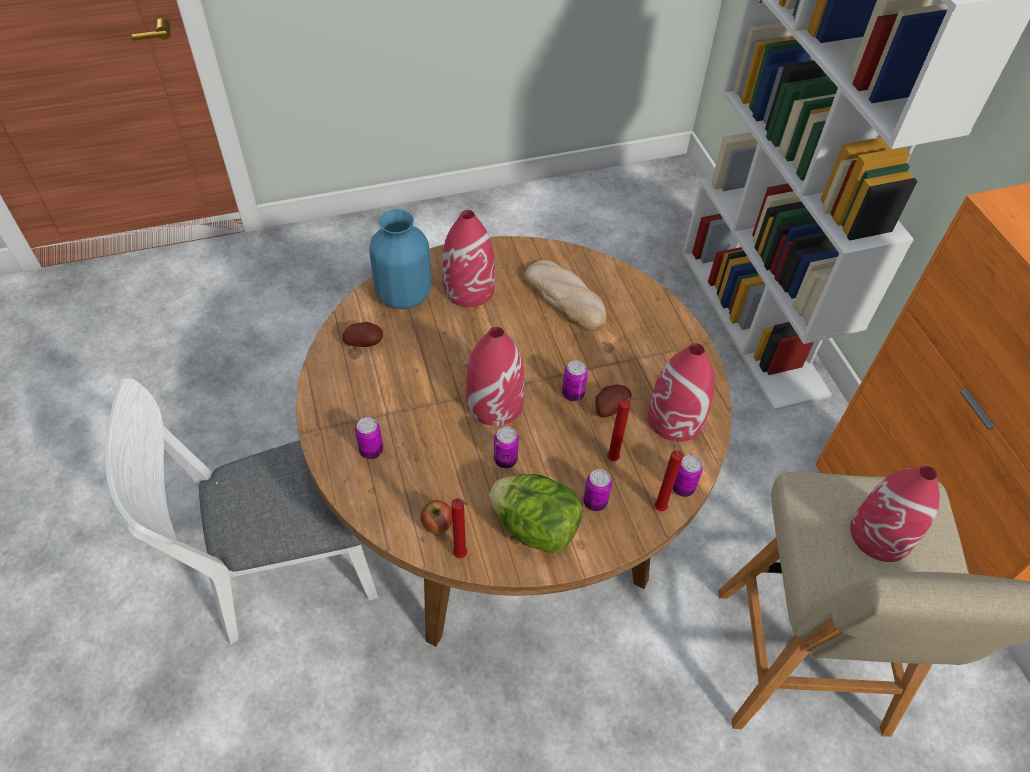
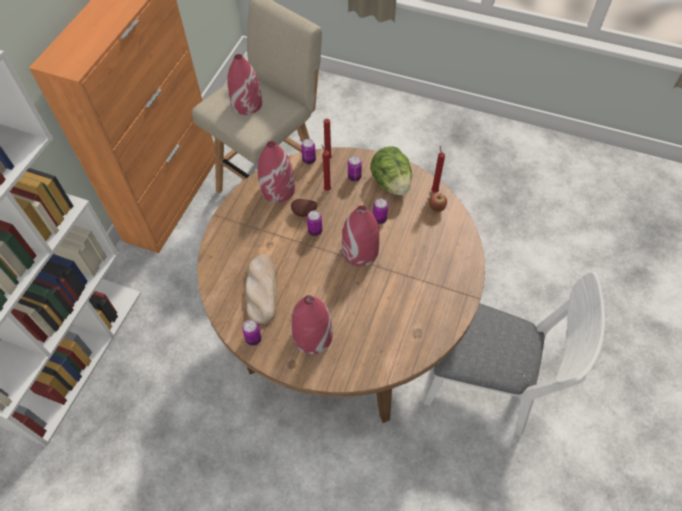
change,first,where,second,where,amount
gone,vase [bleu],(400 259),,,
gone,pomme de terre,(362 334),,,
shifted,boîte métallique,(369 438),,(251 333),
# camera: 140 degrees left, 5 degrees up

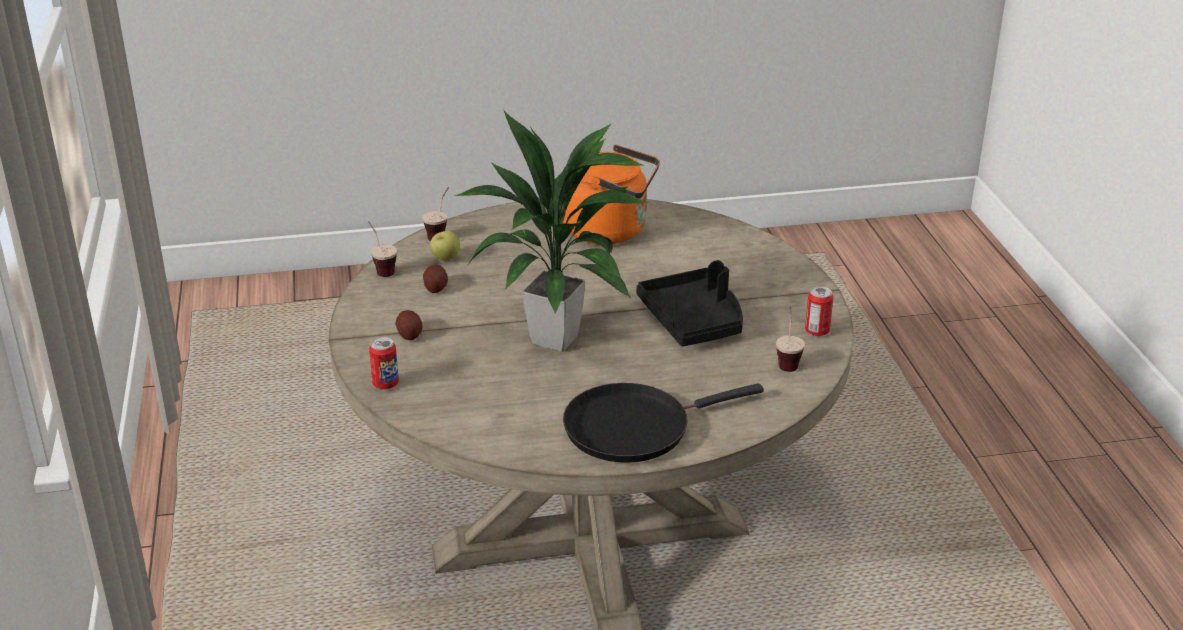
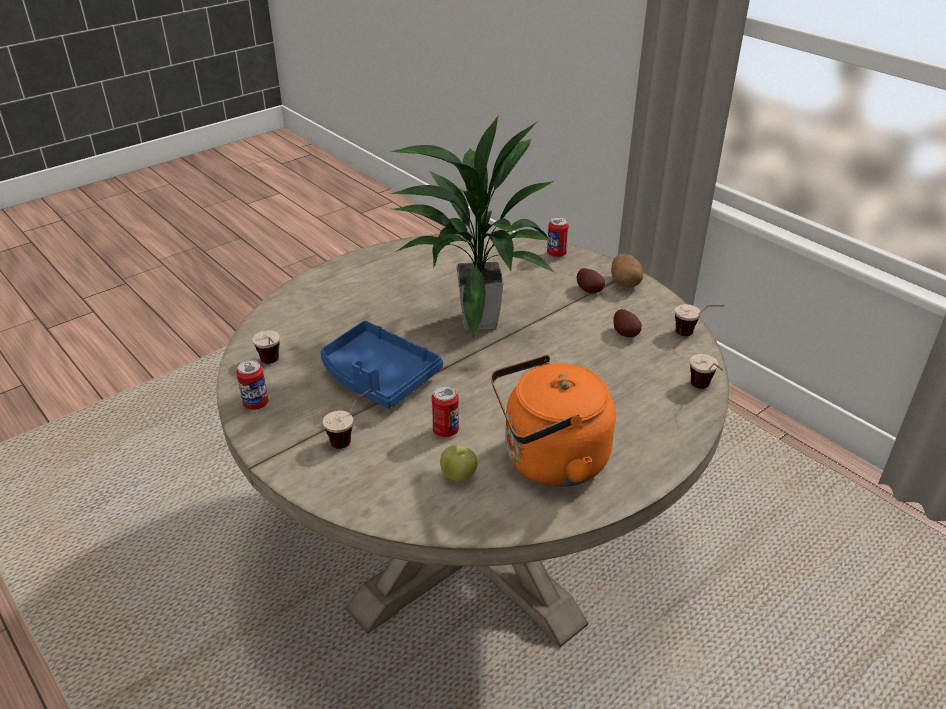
change,first,where,second,where,amount
shifted,pomme,(445 246),,(459 463),
repainted,plateau [noir],(689 303),plateau [bleu],(381 365),
gone,poêle [noir],(663 423),,,
new,,,pomme de terre,(627 271),
new,,,boîte métallique,(445 411),
new,,,tasse,(347 419),
# camera: 150 degrees right, 5 degrees up

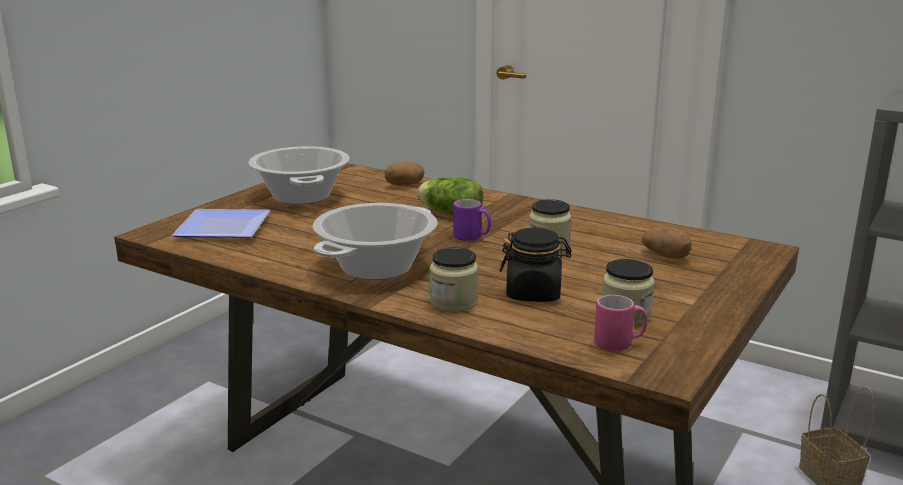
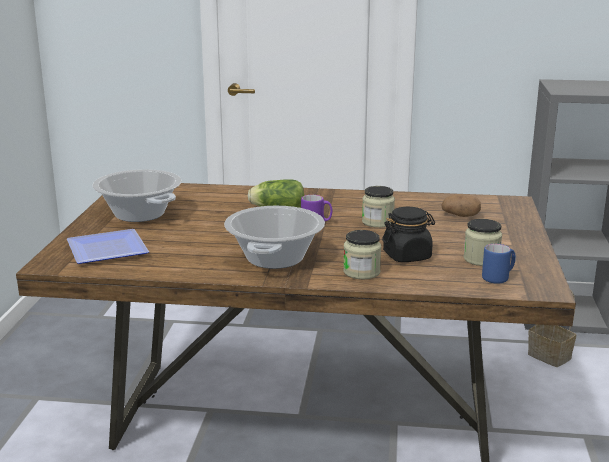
change,first,where,second,where,amount
gone,pomme de terre,(405 174),,,
repainted,mug [rose],(620 323),mug [bleu],(499 264),
# camera: 25 degrees left, 0 degrees up

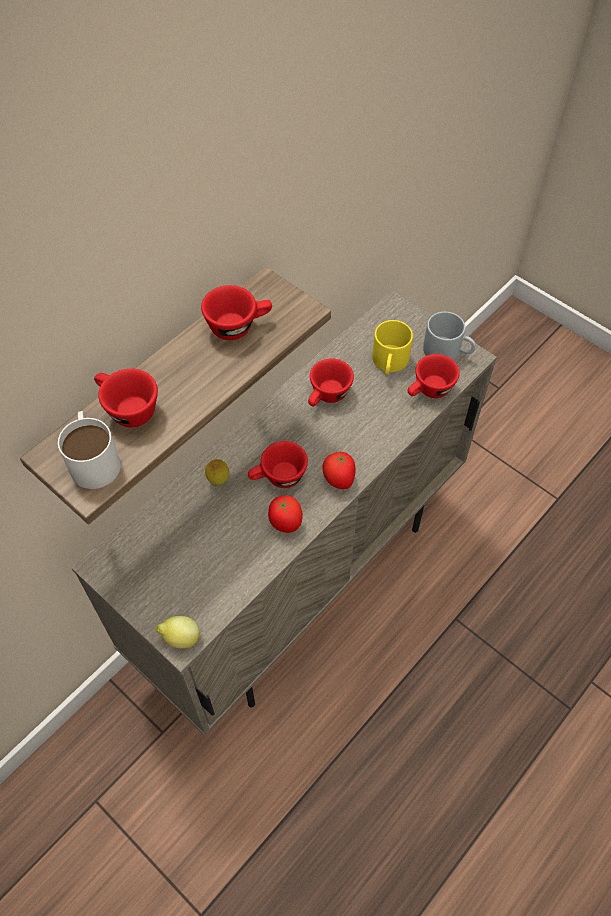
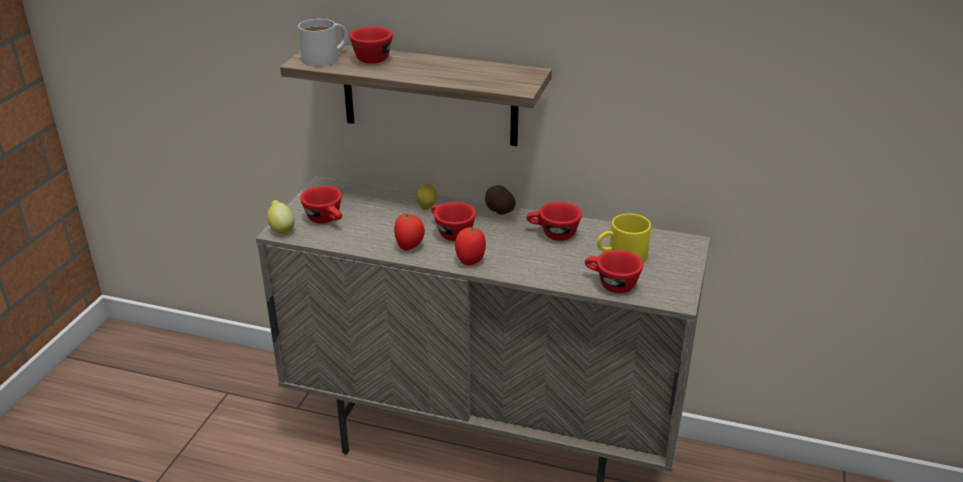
change,first,where,second,where,amount
shifted,tasse [rouge],(236 312),,(321 204),
gone,mug [gris],(449 336),,,
new,,,pomme de terre,(500 200),
# camera: 65 degrees right, 25 degrees down

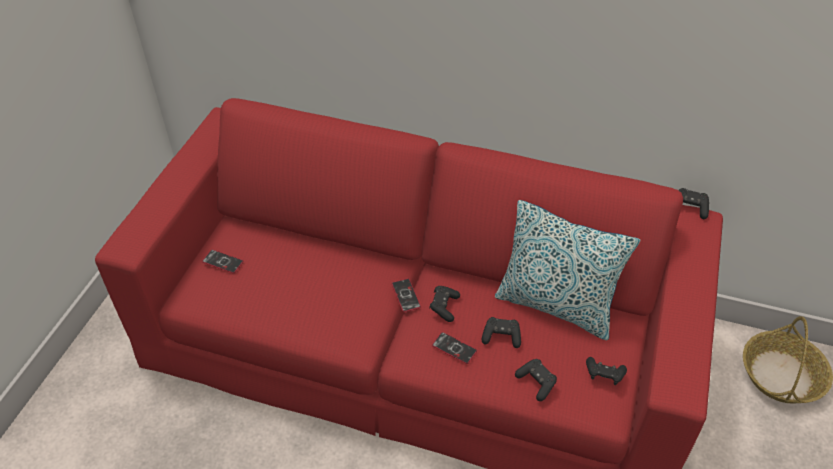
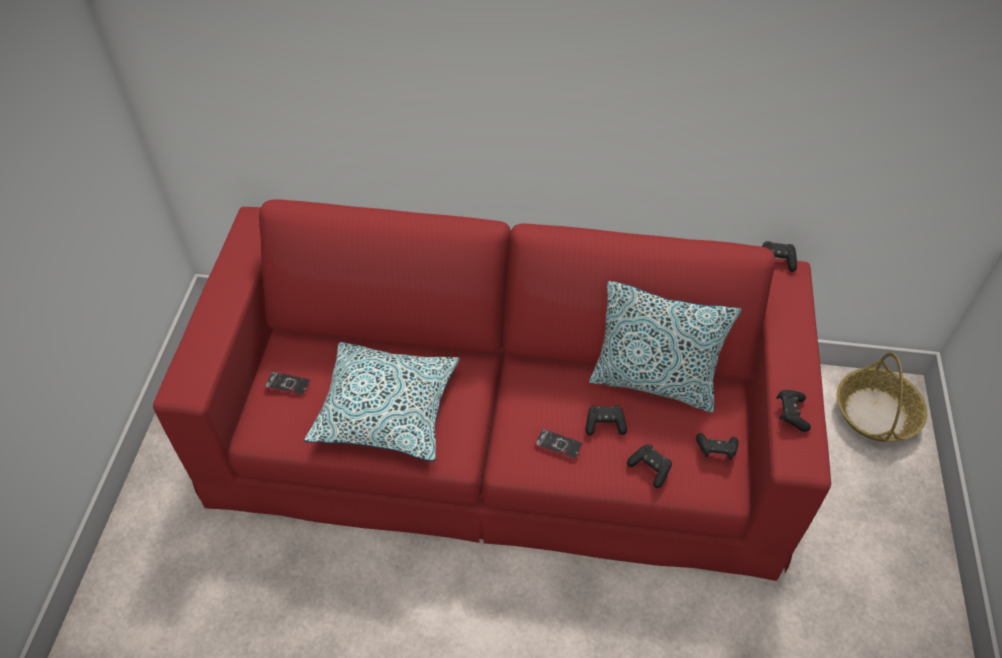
change,first,where,second,where,amount
gone,téléphone,(406 295),,,
shifted,manette [noir],(444 304),,(793 411),
new,,,coussin,(382 401),
# camera: 10 degrees left, 5 degrees up

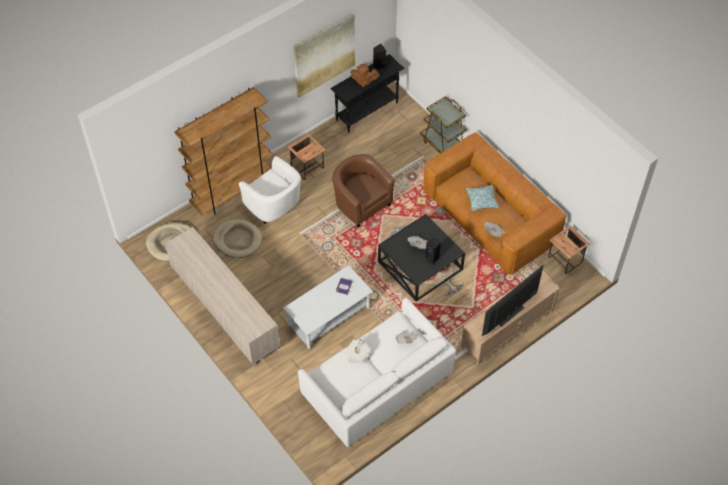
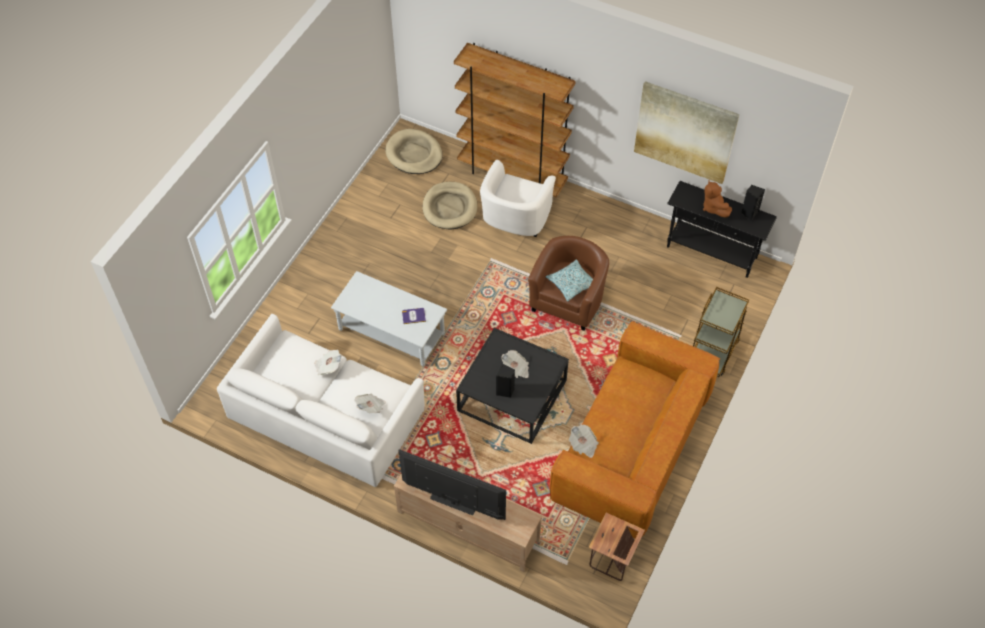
change,first,where,second,where,amount
gone,table d'appoint,(306 157),,,
shifted,coussin,(482 198),,(569 280),
gone,meuble de rangement [beige],(222 297),,,
# camera: 65 degrees right, 0 degrees up

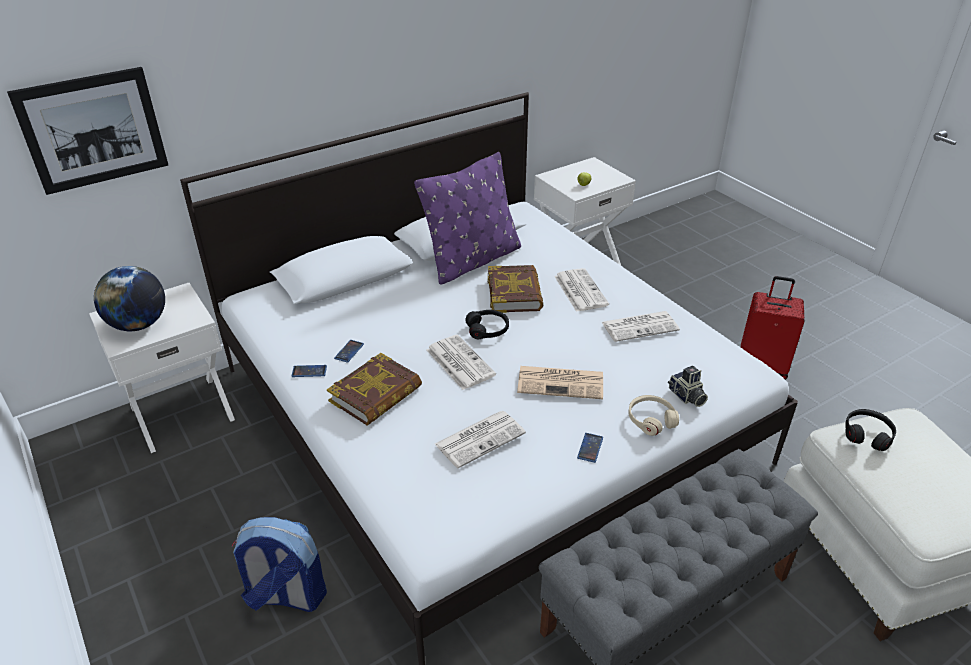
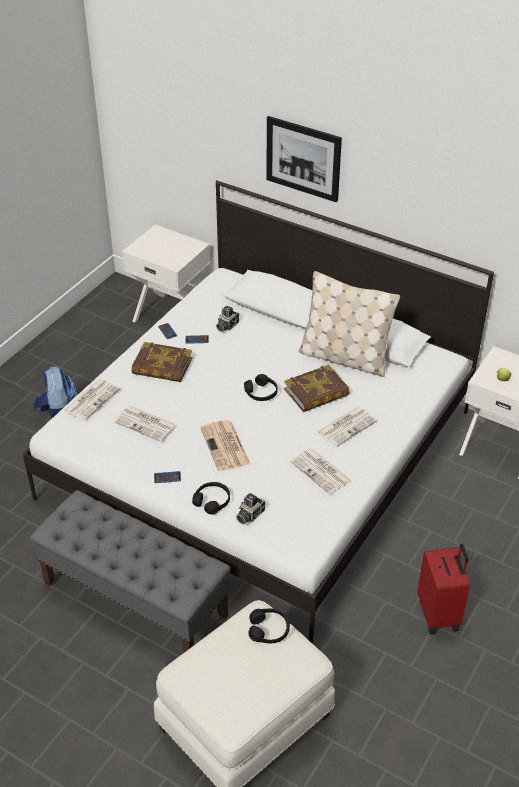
change,first,where,second,where,amount
shifted,tableau,(87 131),,(304 159),
repainted,coussin [violet],(467 218),coussin [beige],(349 324),
gone,globe,(129 298),,,
shifted,journal,(461 362),,(92 400),
repainted,casque audio [beige],(654 415),casque audio [noir],(211 498),
new,,,appareil photo,(227 319),
# camera: 65 degrees right, 5 degrees up

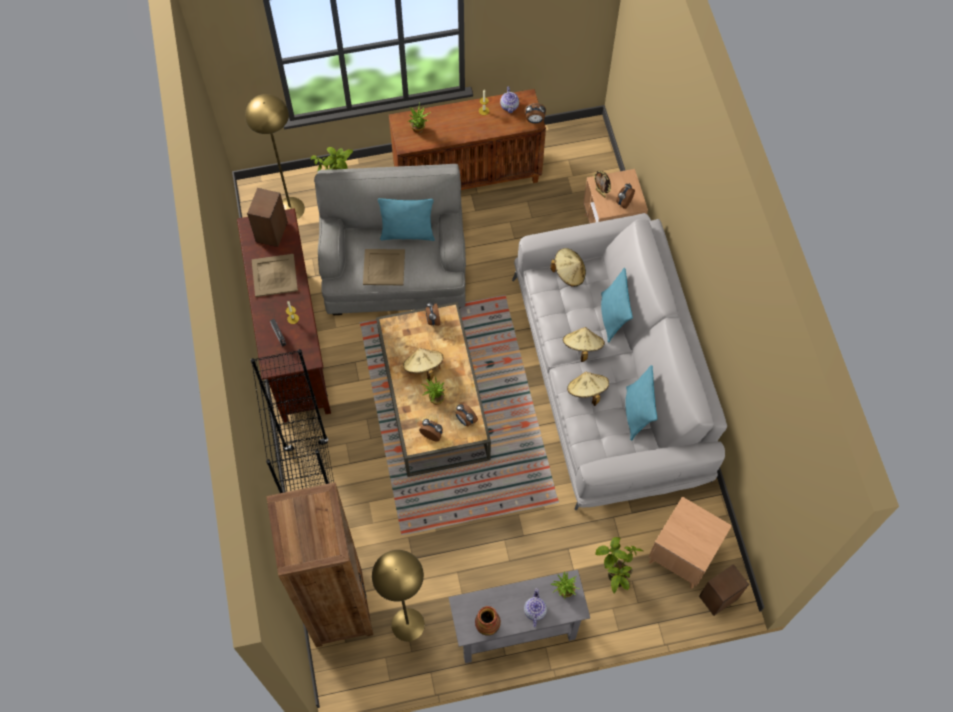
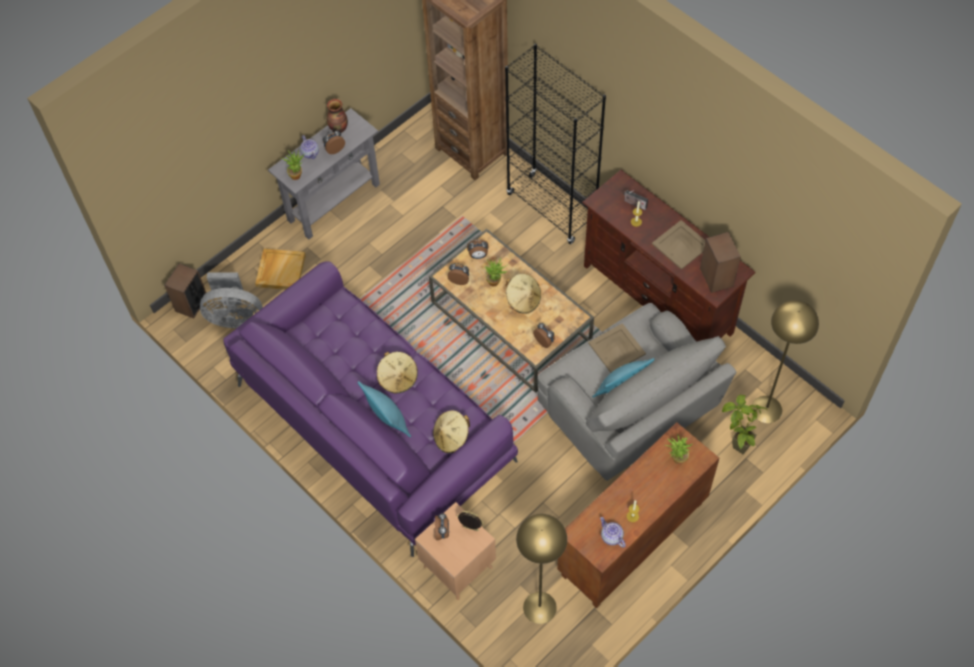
change,first,where,second,where,amount
shifted,réveil,(535 113),,(334 142),
repainted,canapé [gris],(619 362),canapé [violet],(370 409),
gone,coussin [turquoise],(641 402),,,
gone,chapeau [beige],(588 389),,,
swapped,table d'appoint [marron],(690 543),ventilateur [gris],(231 300),
swapped,plante en pot,(619 565),plateau [beige],(280 269),
shifted,lampadaire [jaune],(398 595),,(541 569),
# camera: 150 degrees right, 5 degrees down

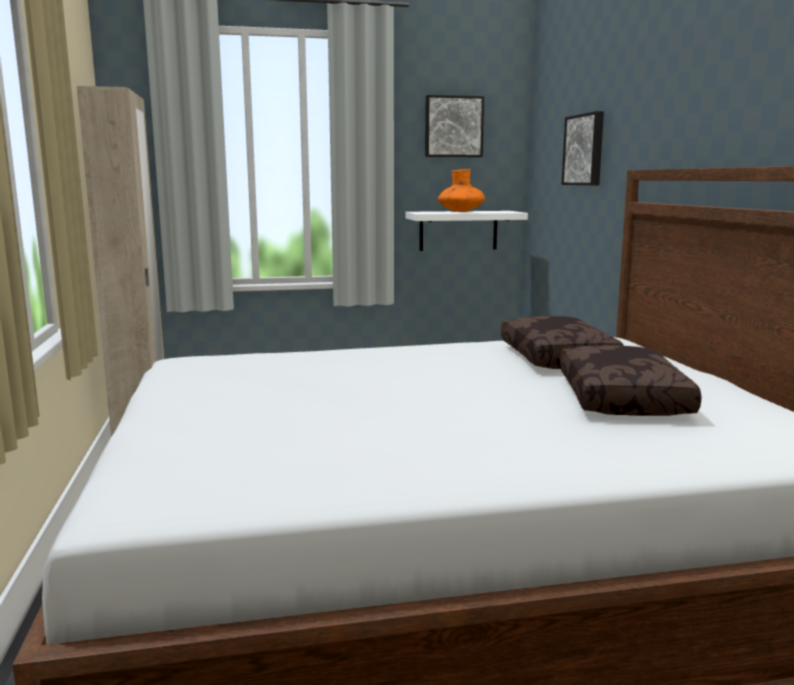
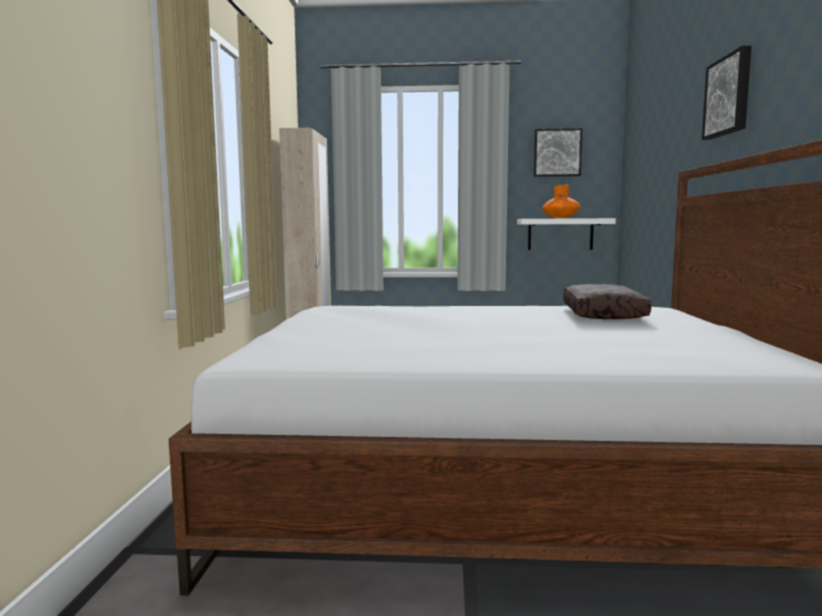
change,first,where,second,where,amount
shifted,tableau,(582 148),,(727 93),
gone,coussin [marron],(631 380),,,
# camera: 15 degrees right, 5 degrees down

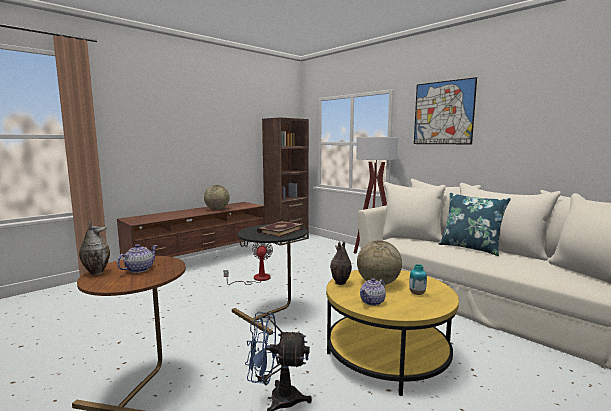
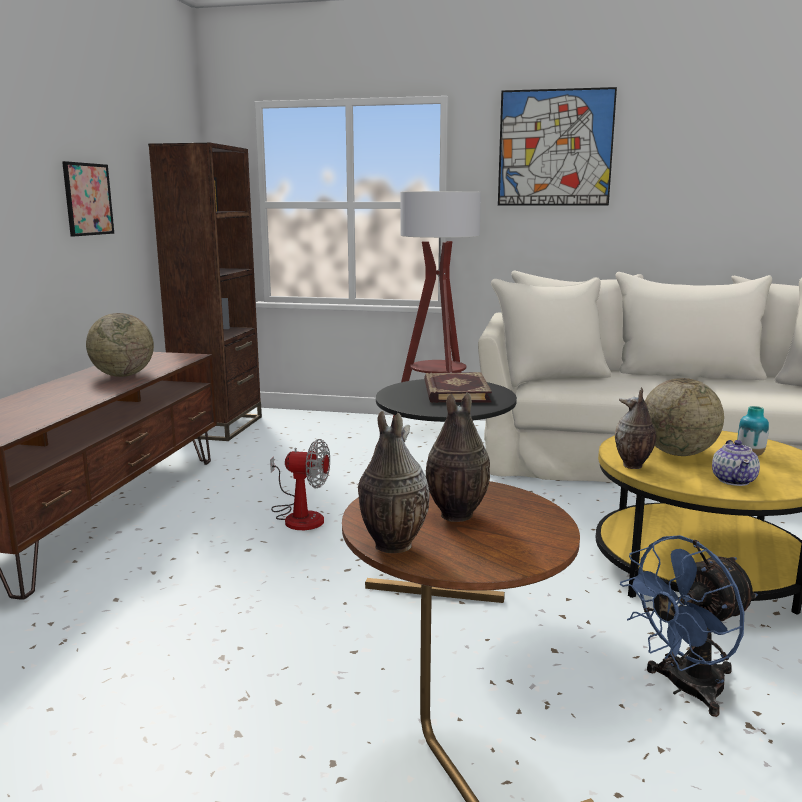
change,first,where,second,where,amount
gone,coussin [bleu],(475 224),,,
rotated,ventilateur,(248 264),,(300 484),135 degrees clockwise
swapped,théière,(137 258),vase,(458 457),
new,,,tableau,(88 198),
# camera: 35 degrees left, 5 degrees up

